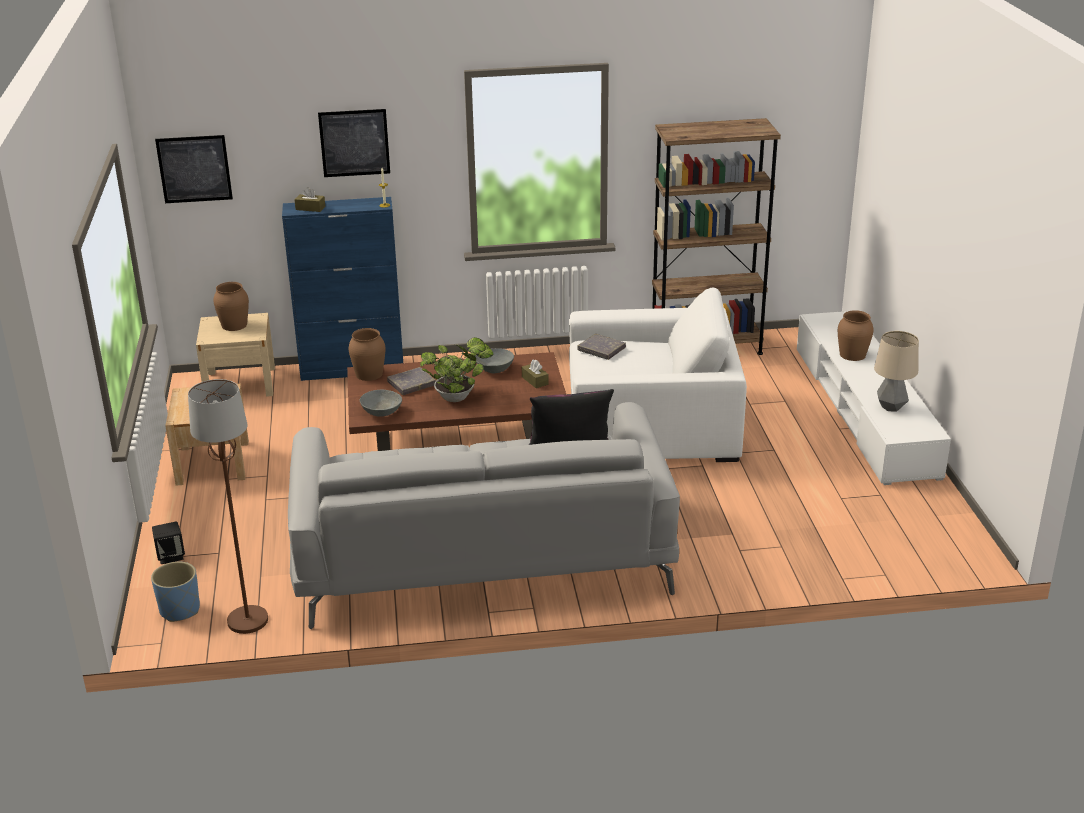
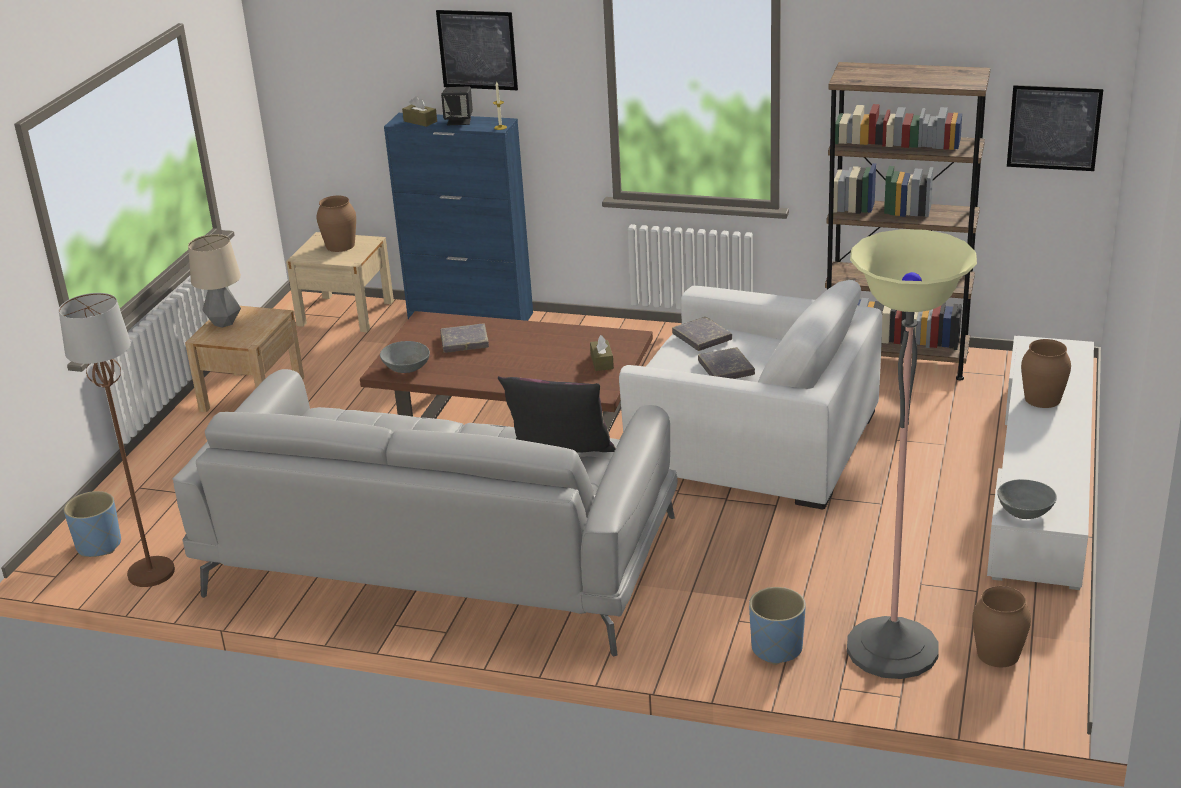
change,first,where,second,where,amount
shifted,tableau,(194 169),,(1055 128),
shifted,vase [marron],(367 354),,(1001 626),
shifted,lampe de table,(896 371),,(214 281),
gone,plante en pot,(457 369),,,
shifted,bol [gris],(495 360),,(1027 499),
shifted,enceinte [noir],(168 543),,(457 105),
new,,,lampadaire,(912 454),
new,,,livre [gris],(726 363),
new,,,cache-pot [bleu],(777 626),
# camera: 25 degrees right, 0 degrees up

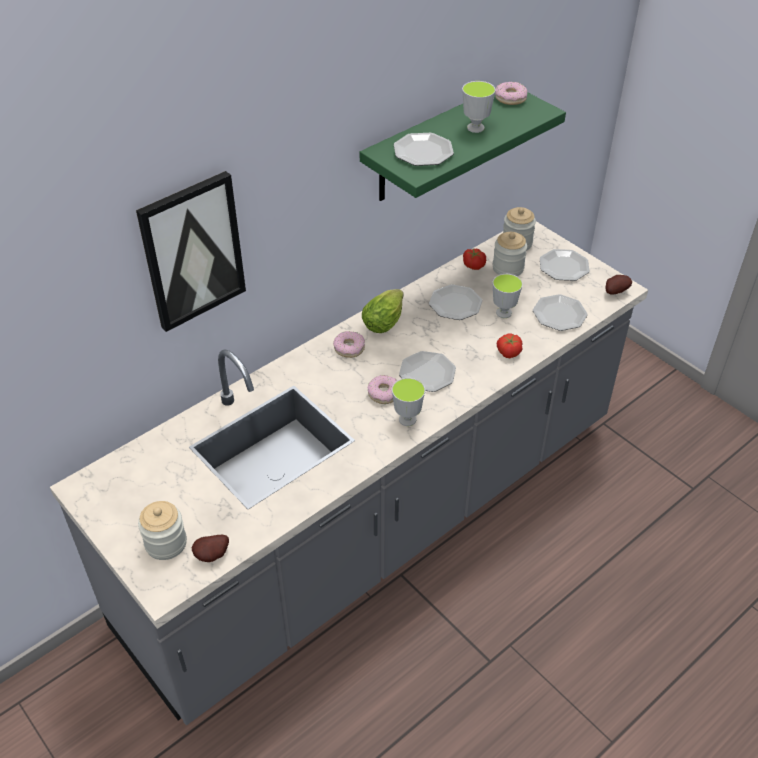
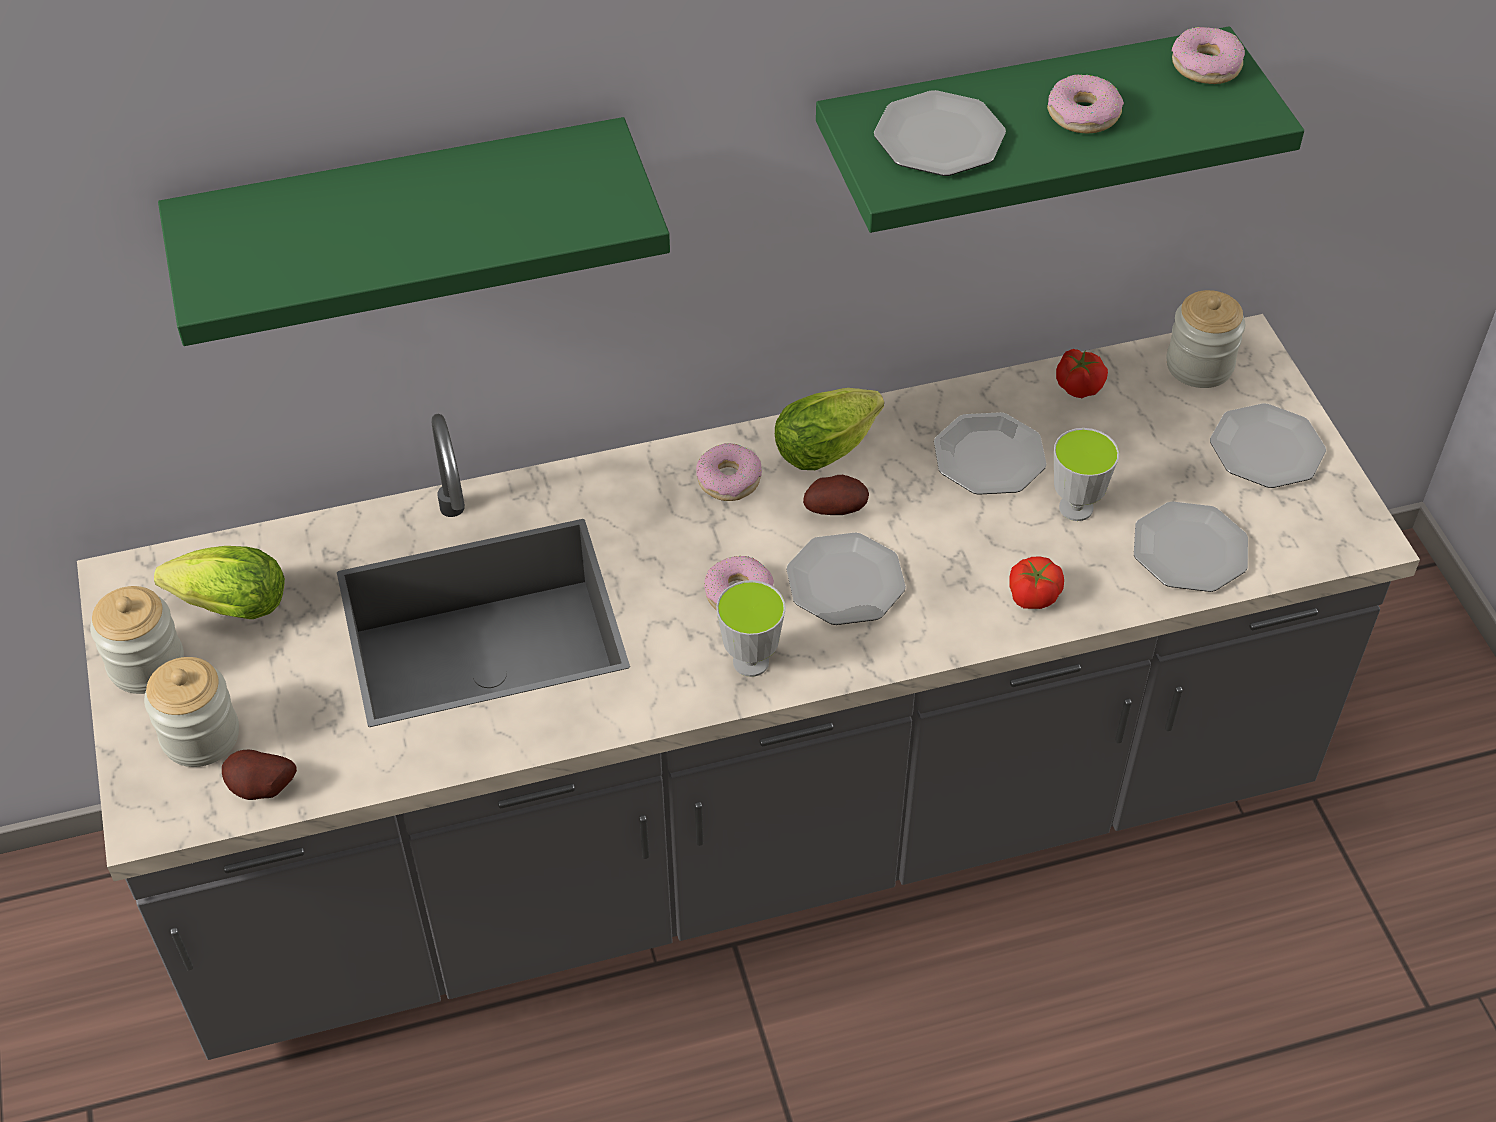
change,first,where,second,where,amount
swapped,tasse,(479 107),beignet,(1085 103),
swapped,tableau,(191 251),étagère [vert],(414 231),
shifted,bocal,(510 254),,(137 640),
shifted,pomme de terre,(619 285),,(836 495),
new,,,laitue,(219 582),
# camera: 25 degrees right, 5 degrees up

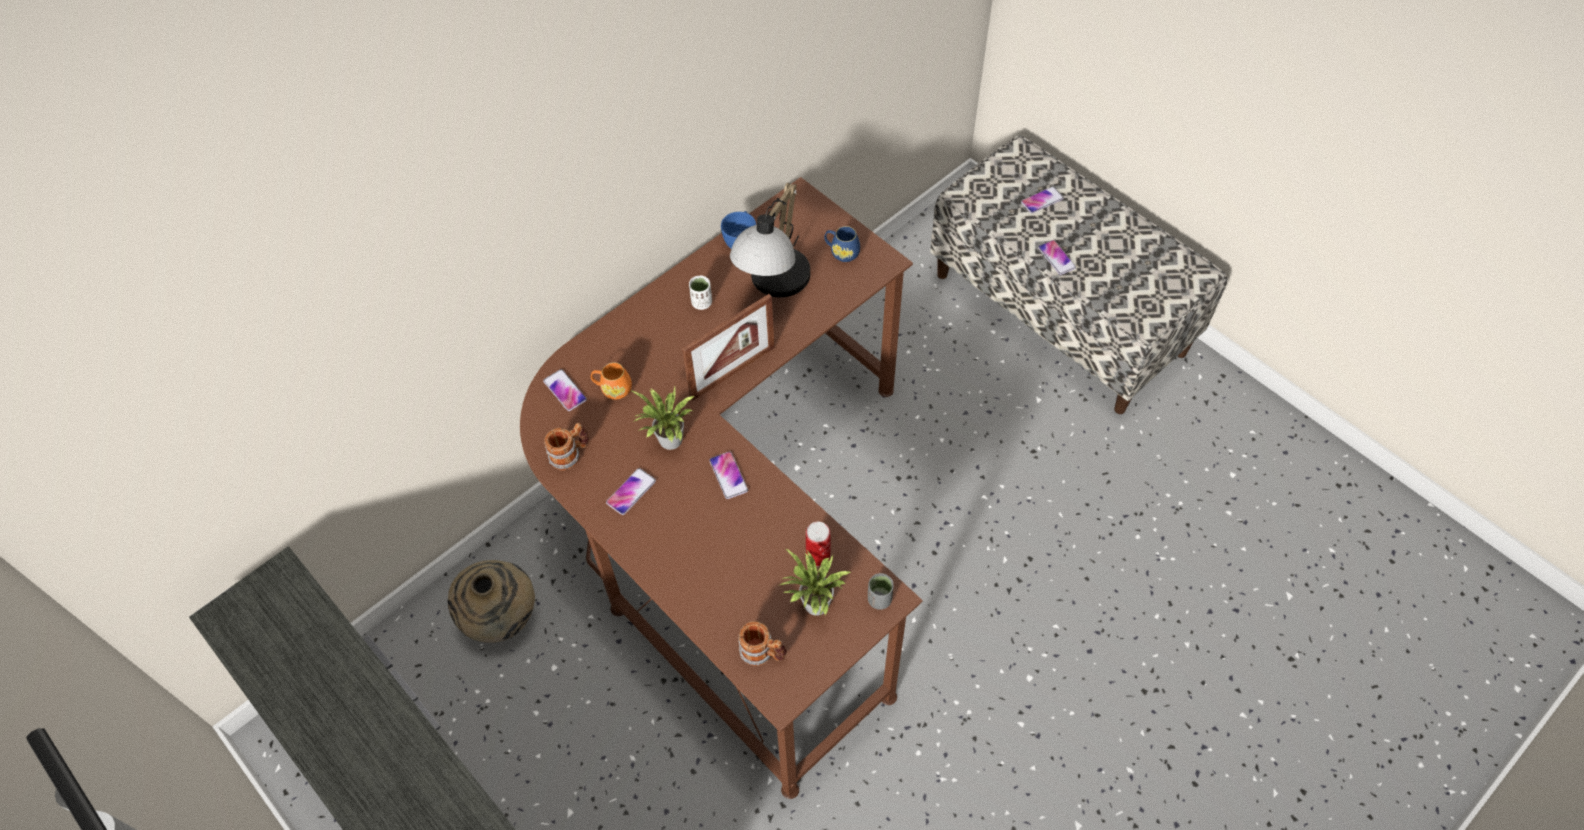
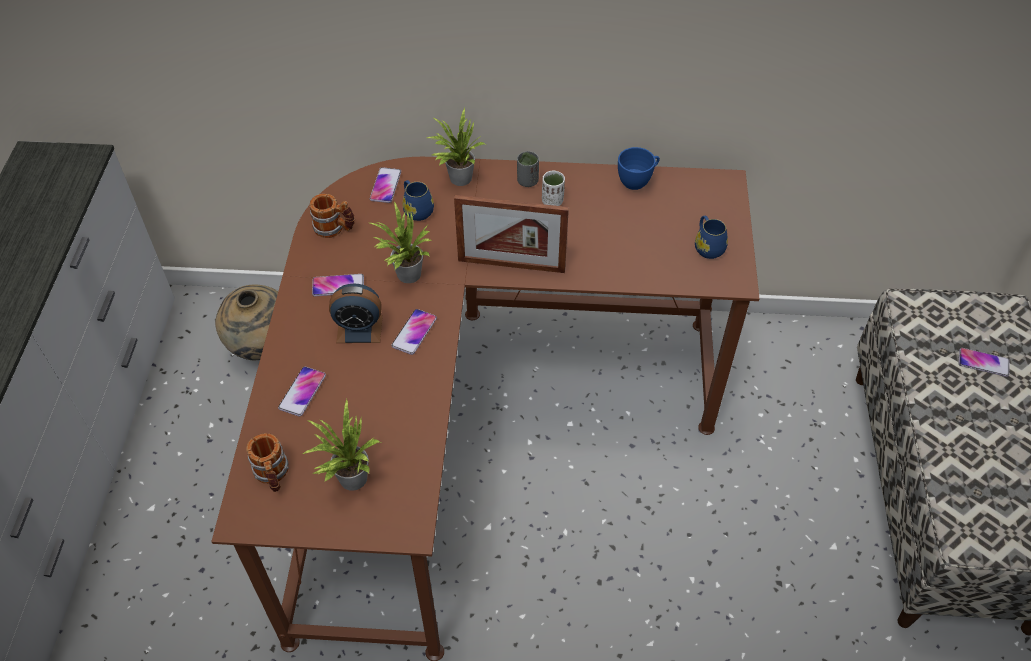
change,first,where,second,where,amount
gone,lampe de table,(770 240),,,
shifted,téléphone,(1057 257),,(302 391),
repainted,mug [orange],(611 380),mug [bleu],(418 200),
gone,boîte métallique,(818 544),,,
shifted,tasse [gris],(881 591),,(528 169),
new,,,plante en pot,(456 147),
new,,,réveil,(356 313),
# camera: 45 degrees right, 5 degrees down

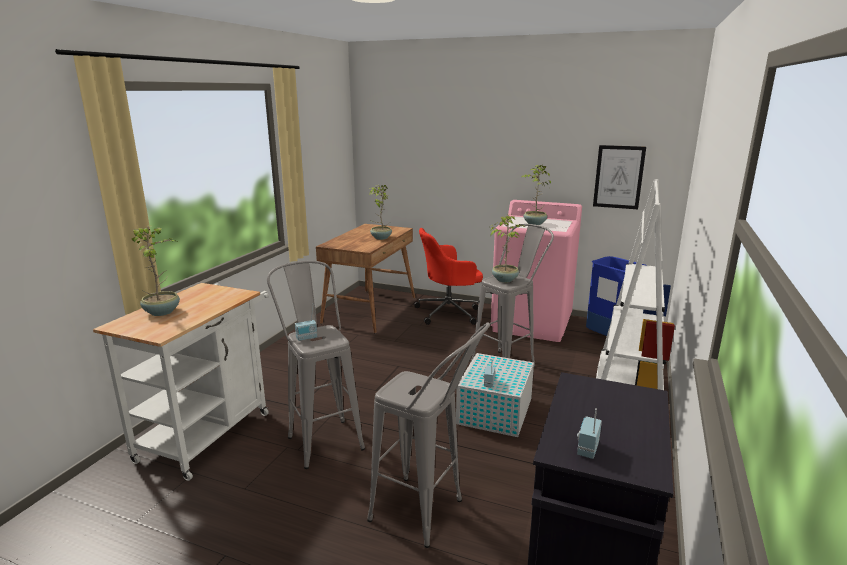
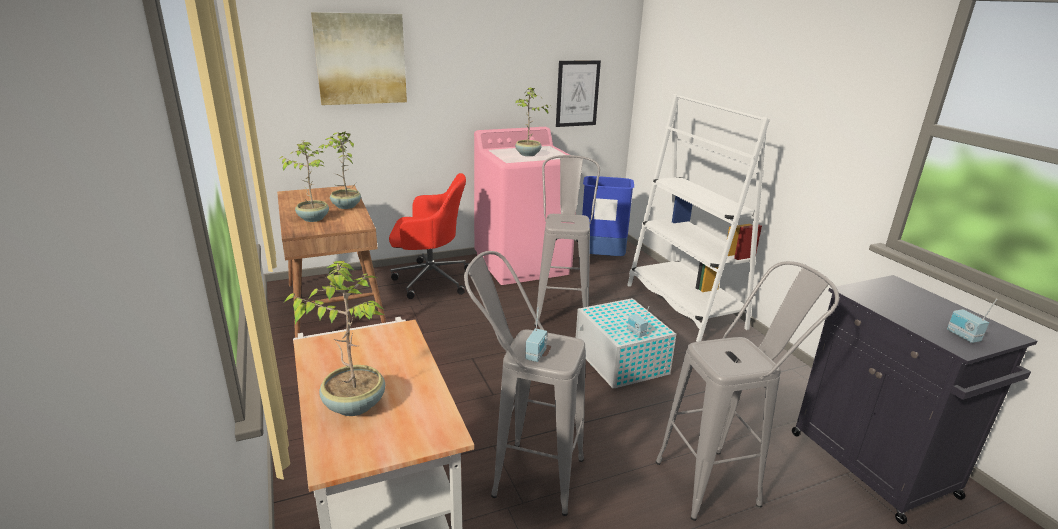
change,first,where,second,where,amount
shifted,plante en pot,(507 248),,(303 181),
rotated,chaise de bureau [rouge],(448 276),,(429 236),120 degrees counterclockwise
new,,,tableau,(359 58),
# camera: 45 degrees left, 5 degrees up

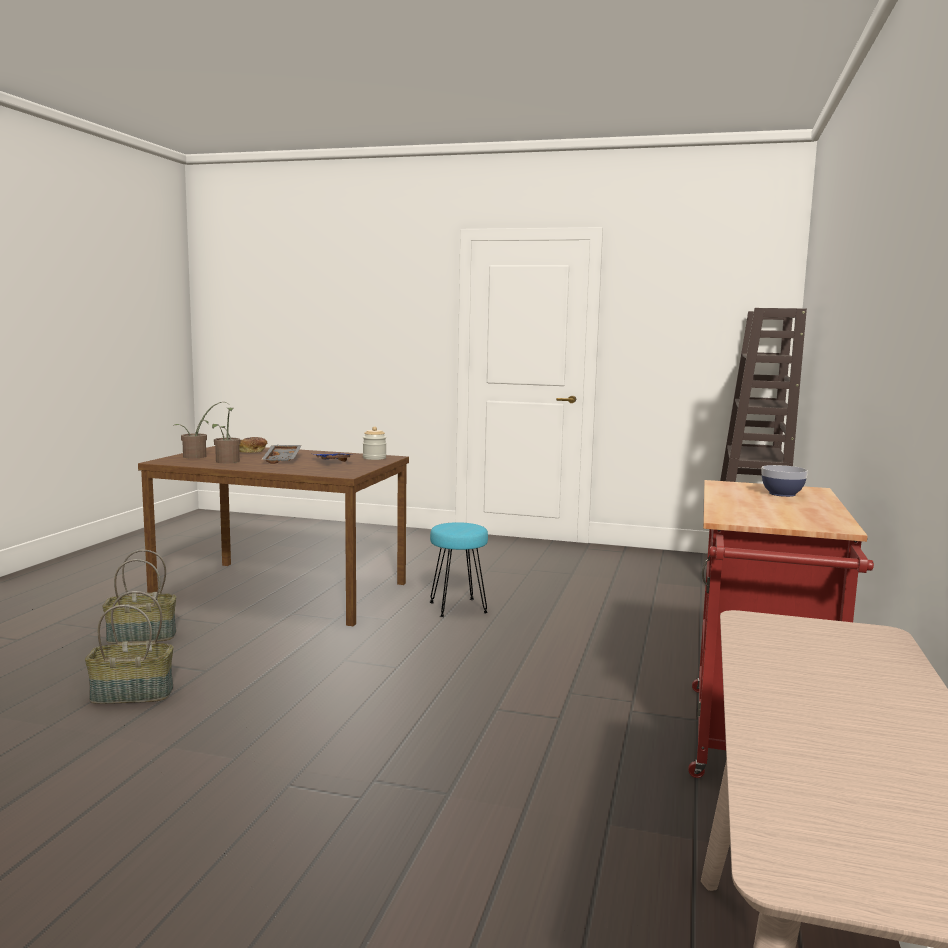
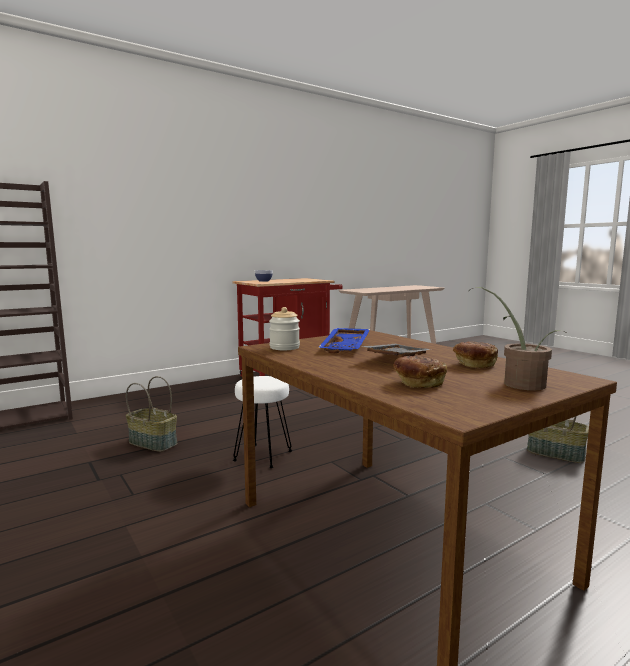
change,first,where,second,where,amount
swapped,plante en pot,(226 435),pain,(475 354),
repainted,tabouret [turquoise],(459 569),tabouret [blanc],(262 422),
shifted,panier,(139 597),,(151 414),
# camera: 140 degrees left, 0 degrees up

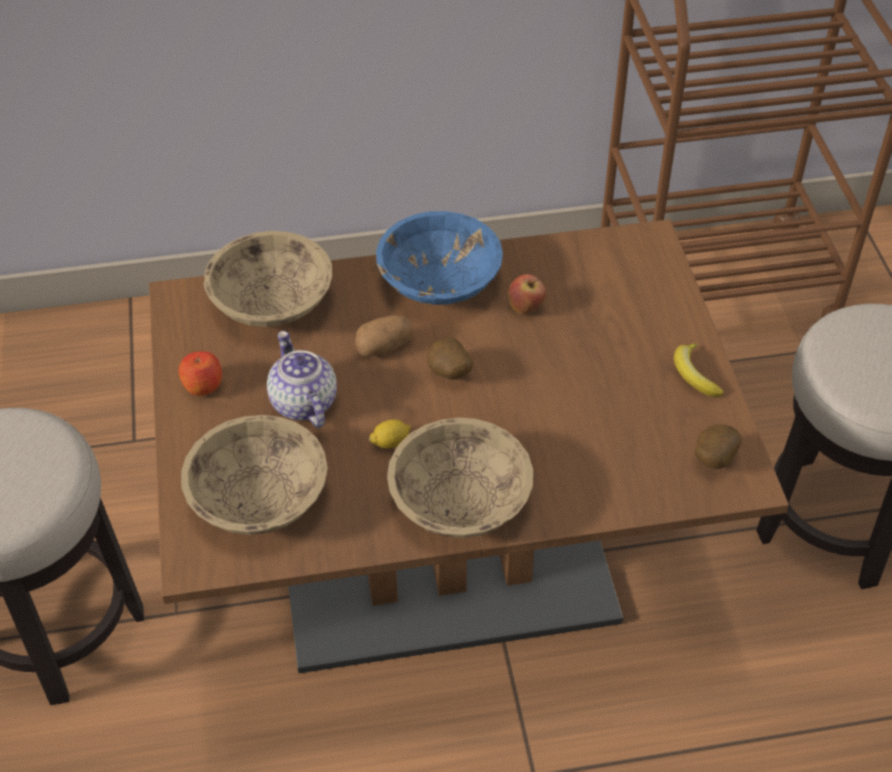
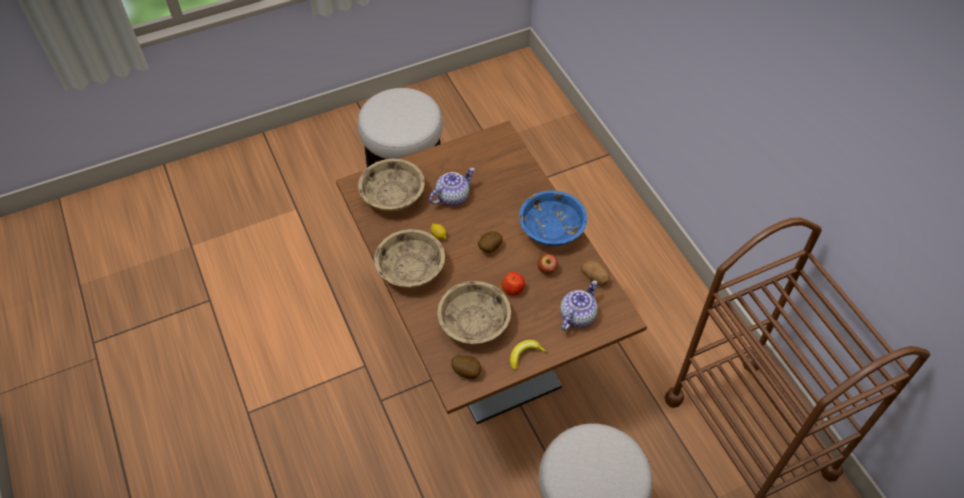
change,first,where,second,where,amount
shifted,bol [beige],(268 279),,(474 313),
shifted,pomme de terre,(384 336),,(595 273),
shifted,pomme,(200 373),,(513 284),
new,,,théière,(579 305),
# camera: 75 degrees right, 5 degrees up

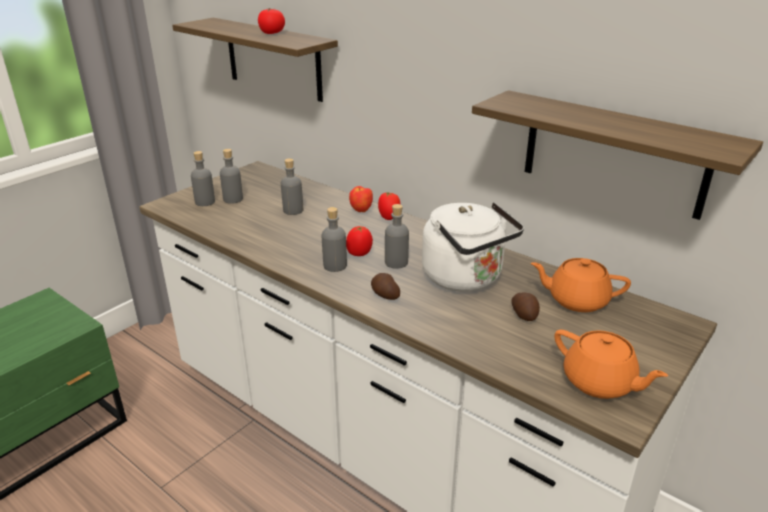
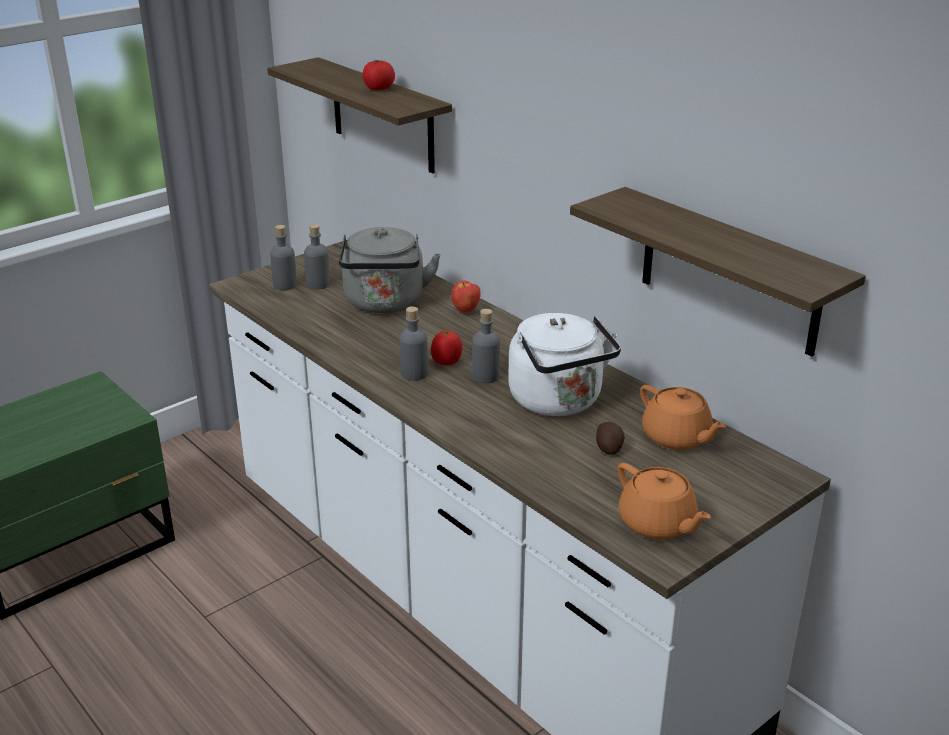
change,first,where,second,where,amount
swapped,bouteille [gris],(292 186),bouilloire [gris],(390 270),
gone,tomate,(389 206),,,
rotated,théière [orange],(581 285),,(683 417),150 degrees counterclockwise
gone,pomme de terre,(385 286),,,
# camera: 10 degrees right, 0 degrees up

